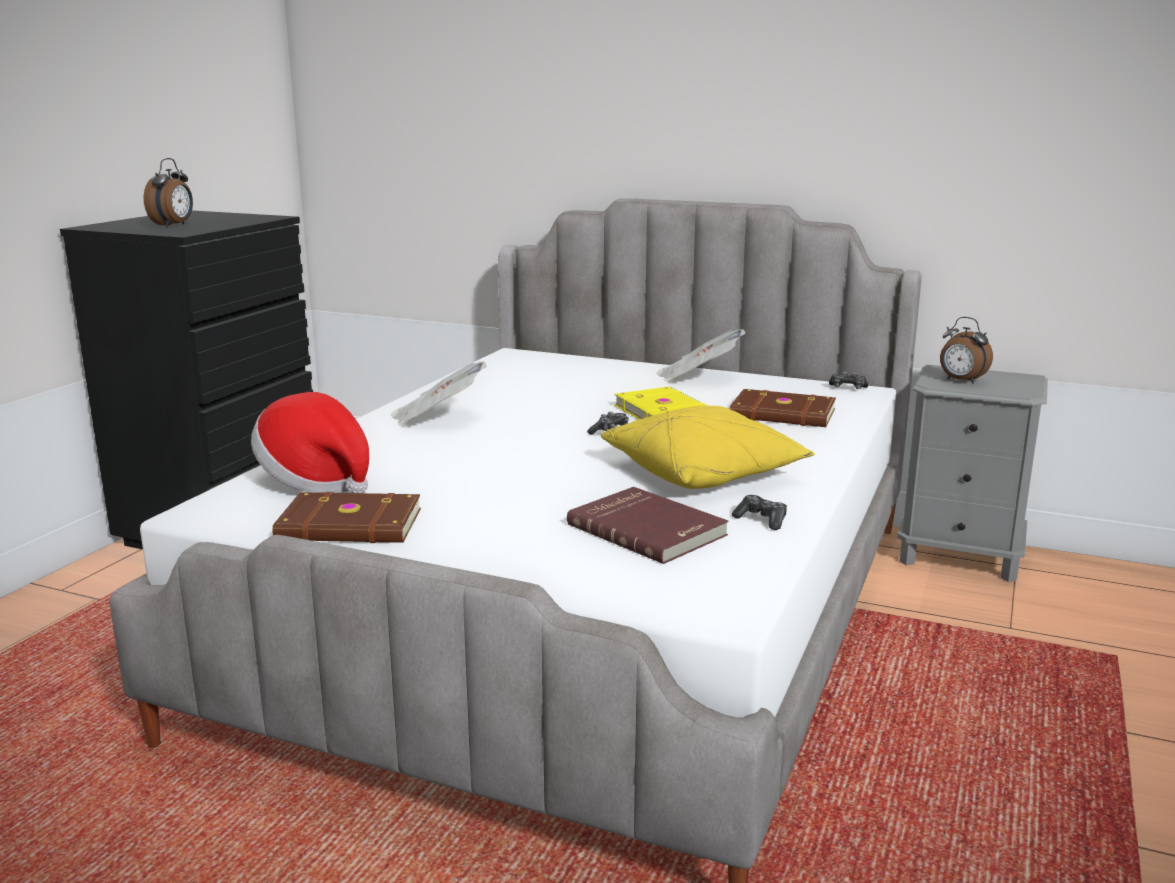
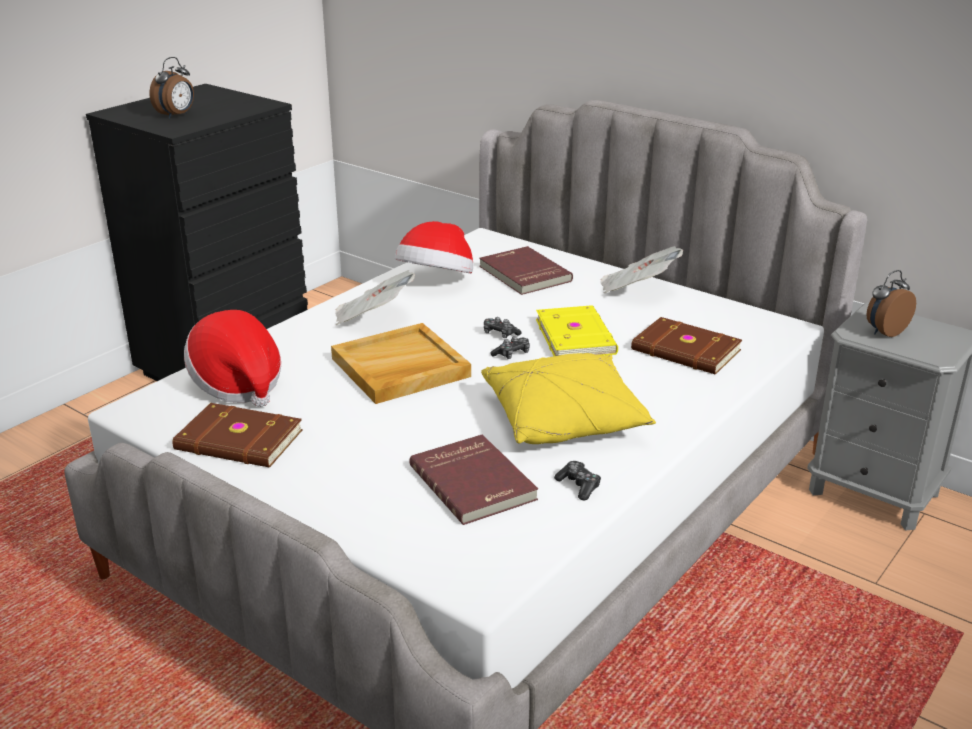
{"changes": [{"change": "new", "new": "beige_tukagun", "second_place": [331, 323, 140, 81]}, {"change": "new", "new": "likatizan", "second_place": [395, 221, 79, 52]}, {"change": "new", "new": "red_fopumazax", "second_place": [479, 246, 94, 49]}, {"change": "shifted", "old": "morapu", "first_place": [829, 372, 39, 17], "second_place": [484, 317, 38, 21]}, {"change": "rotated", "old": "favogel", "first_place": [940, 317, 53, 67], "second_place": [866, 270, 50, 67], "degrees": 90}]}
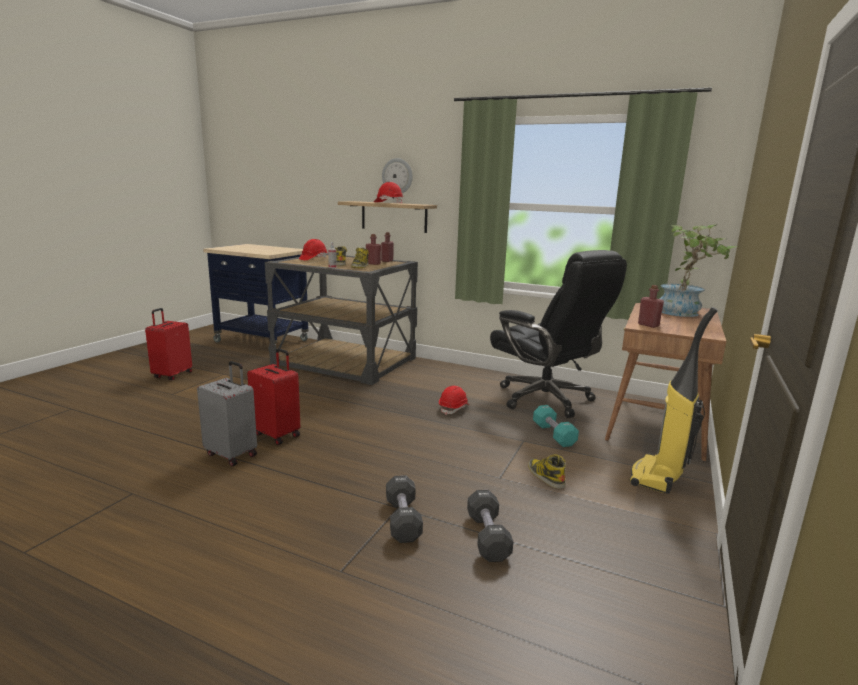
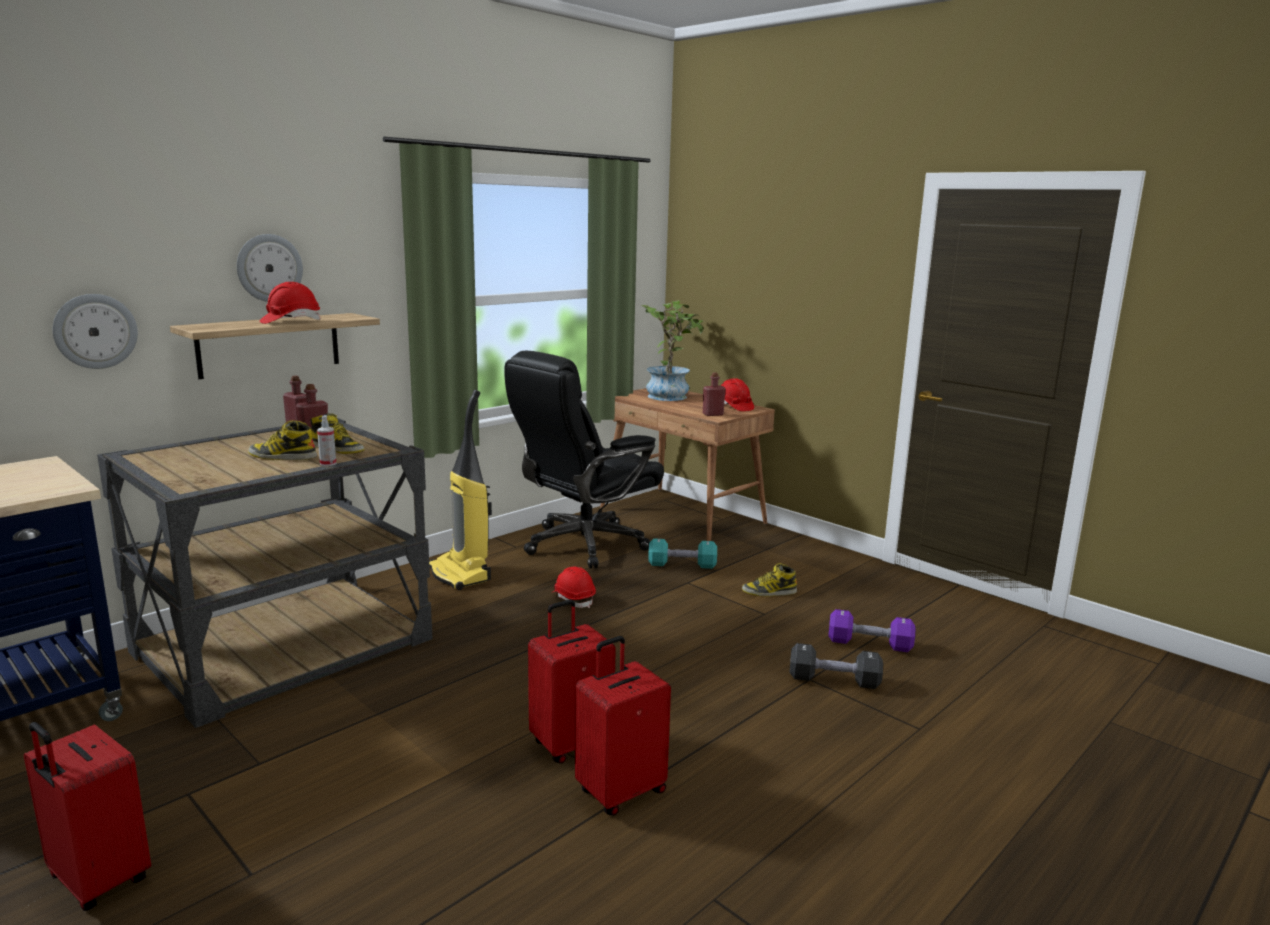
{"changes": [{"change": "new", "new": "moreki", "second_place": [53, 294, 85, 75]}, {"change": "shifted", "old": "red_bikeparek", "first_place": [299, 239, 29, 21], "second_place": [721, 378, 33, 33]}, {"change": "shifted", "old": "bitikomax", "first_place": [630, 307, 88, 187], "second_place": [429, 390, 63, 200]}, {"change": "repainted", "old": "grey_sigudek", "new": "red_sigudek", "first_place": [197, 361, 60, 105], "second_place": [575, 636, 96, 180]}, {"change": "repainted", "old": "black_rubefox", "new": "purple_rubefox", "first_place": [467, 490, 46, 72], "second_place": [828, 609, 87, 43]}, {"change": "rotated", "old": "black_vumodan", "first_place": [490, 250, 137, 168], "second_place": [504, 350, 160, 218], "degrees": 150}]}
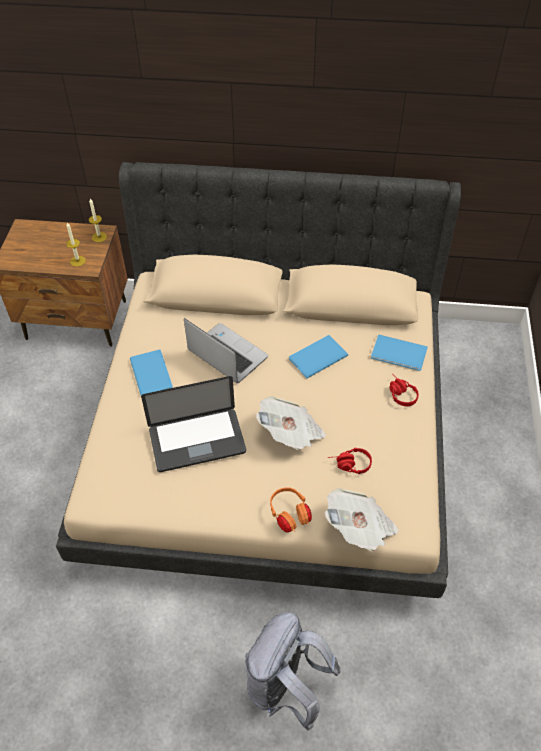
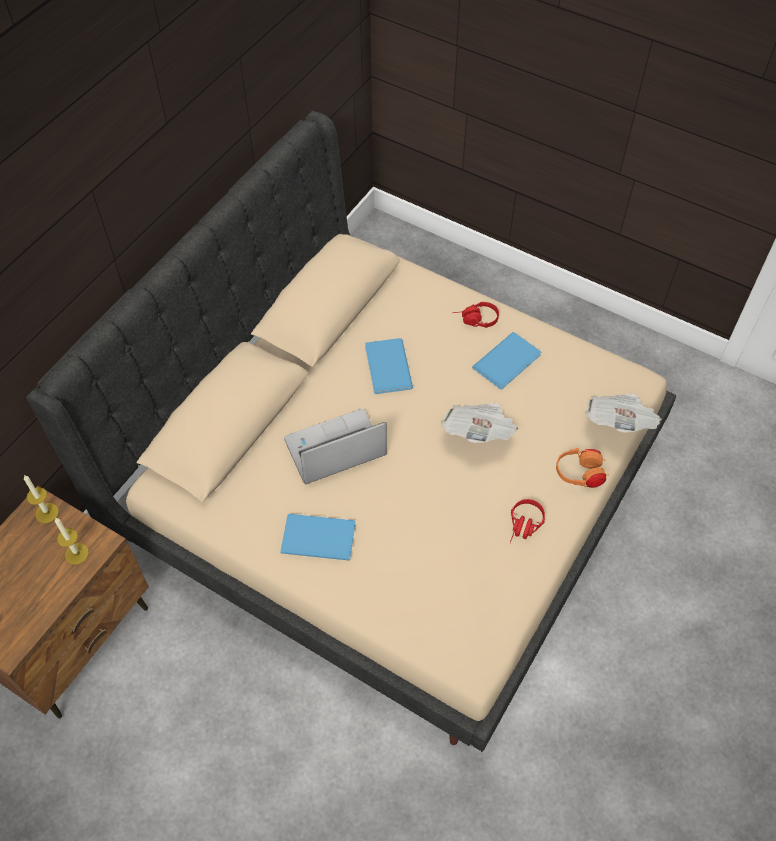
{"changes": [{"change": "gone", "old": "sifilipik", "first_place": [141, 376, 105, 96]}, {"change": "gone", "old": "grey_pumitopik", "first_place": [245, 612, 96, 119]}, {"change": "shifted", "old": "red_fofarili", "first_place": [327, 448, 45, 26], "second_place": [510, 499, 35, 44]}, {"change": "shifted", "old": "blue_fopumazax", "first_place": [371, 335, 57, 36], "second_place": [472, 332, 69, 58]}]}
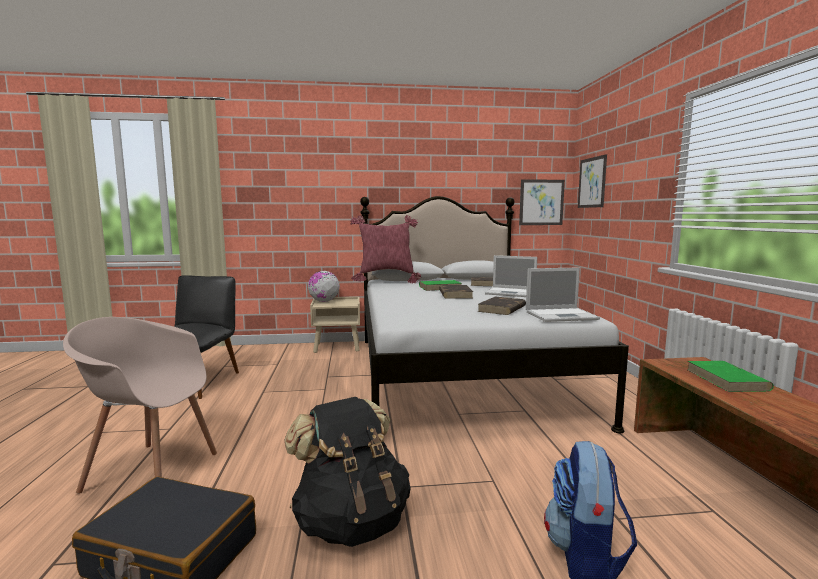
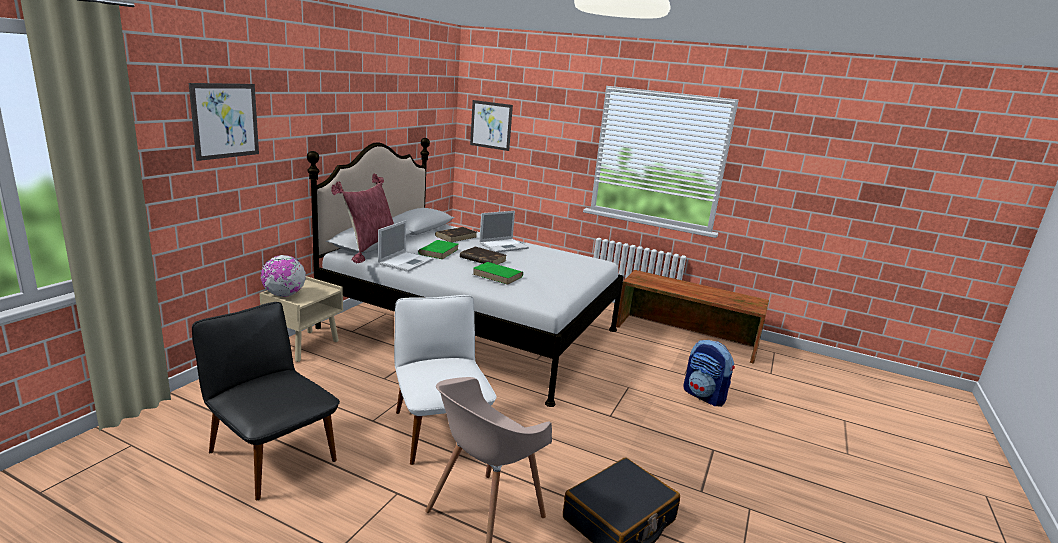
{"changes": [{"change": "gone", "old": "black_pumitopik", "first_place": [284, 397, 127, 150]}, {"change": "gone", "old": "brown_fopumazax", "first_place": [477, 296, 49, 19]}, {"change": "new", "new": "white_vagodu", "second_place": [394, 295, 102, 170]}, {"change": "shifted", "old": "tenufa", "first_place": [519, 179, 46, 46], "second_place": [189, 83, 70, 78]}, {"change": "shifted", "old": "sifilipik", "first_place": [526, 267, 74, 55], "second_place": [378, 220, 55, 52]}, {"change": "shifted", "old": "green_fopumazax", "first_place": [688, 361, 86, 31], "second_place": [473, 262, 50, 23]}]}
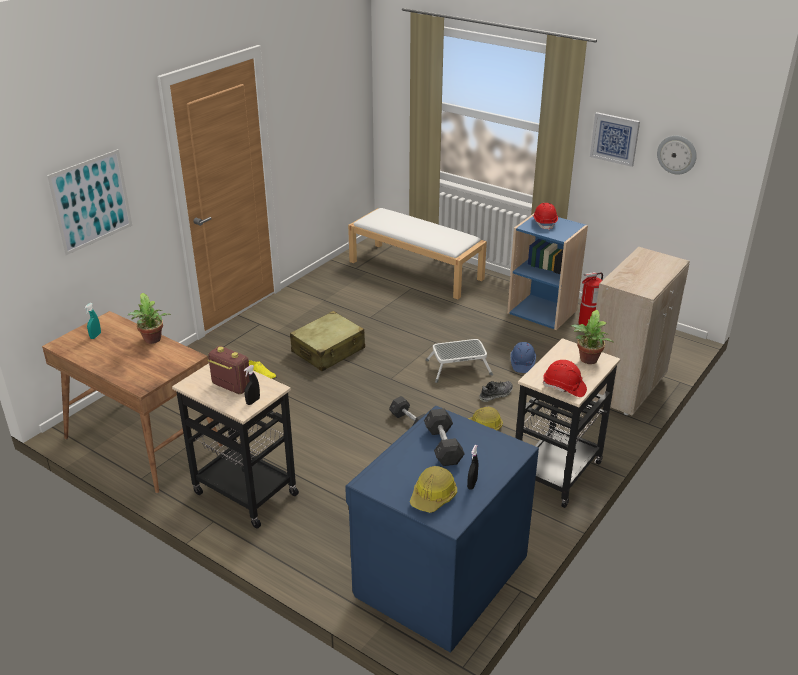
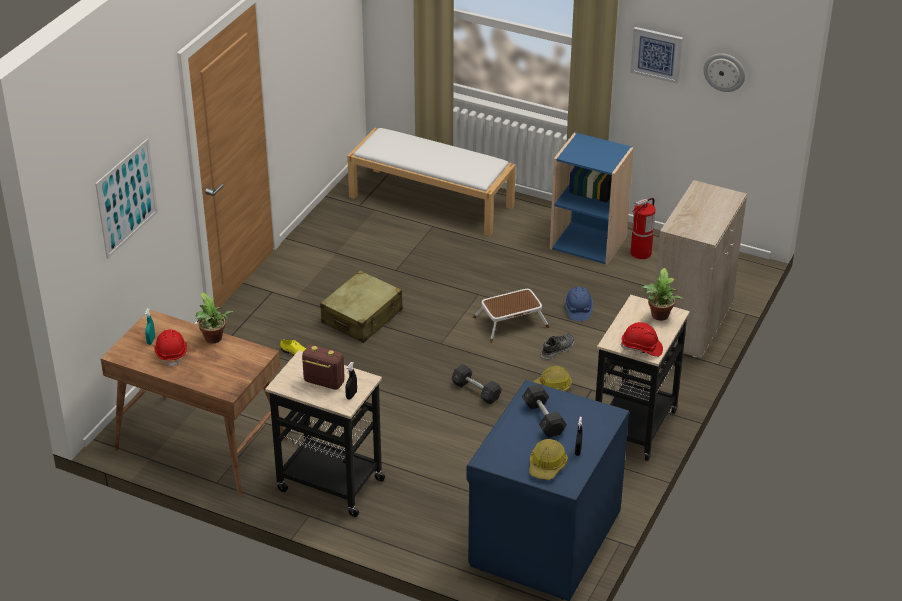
{"changes": [{"change": "shifted", "old": "red_bikeparek", "first_place": [533, 203, 25, 27], "second_place": [154, 329, 33, 38]}, {"change": "repainted", "old": "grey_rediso", "new": "brown_rediso", "first_place": [425, 339, 68, 44], "second_place": [473, 289, 77, 54]}]}
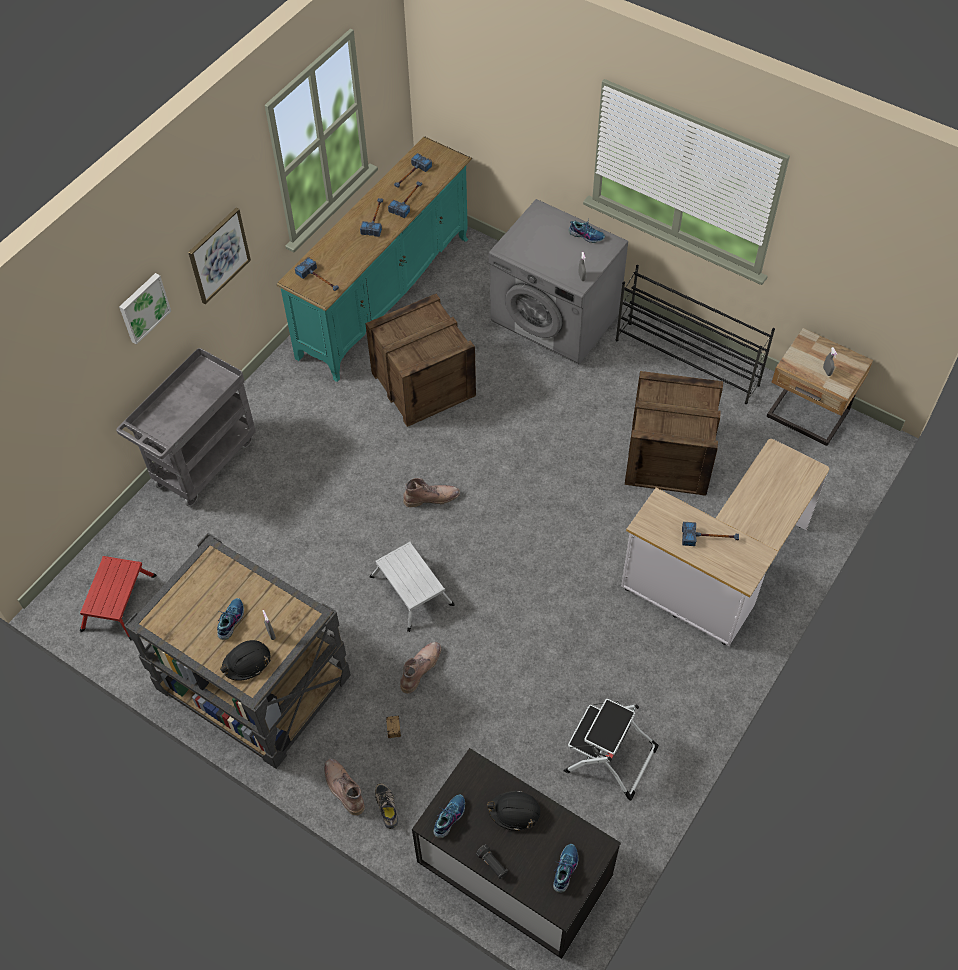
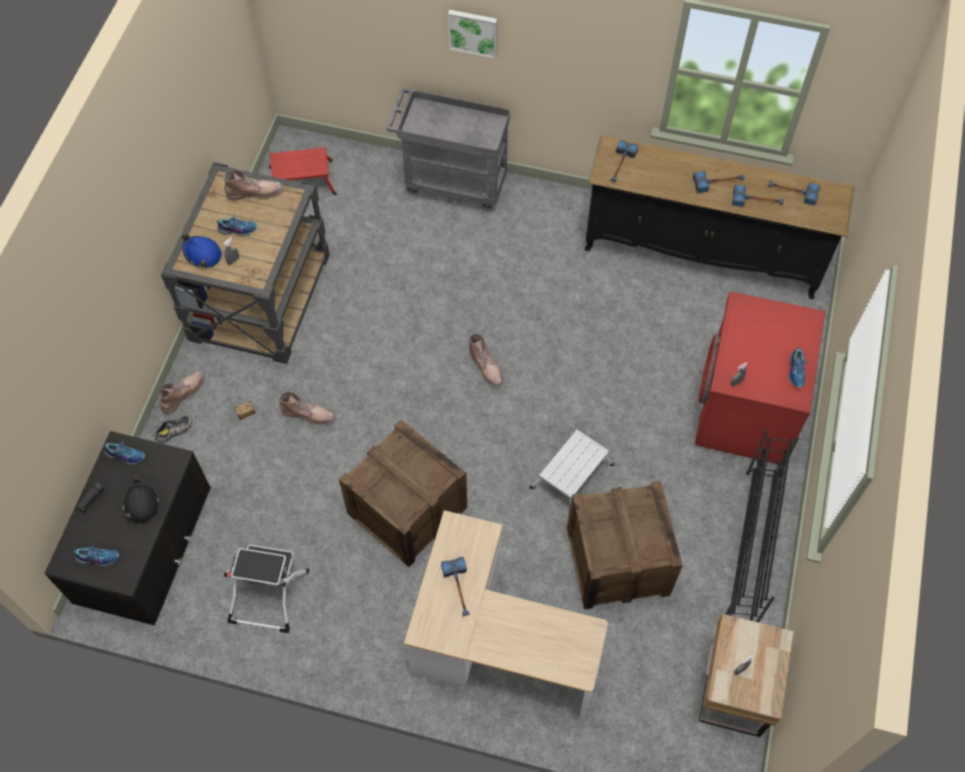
{"changes": [{"change": "gone", "old": "tenufa", "first_place": [188, 208, 63, 96]}, {"change": "new", "new": "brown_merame", "second_place": [224, 169, 60, 32]}, {"change": "shifted", "old": "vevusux", "first_place": [366, 294, 110, 133], "second_place": [339, 420, 128, 147]}, {"change": "shifted", "old": "white_rediso", "first_place": [369, 542, 86, 90], "second_place": [530, 429, 85, 77]}, {"change": "repainted", "old": "black_bikeparek", "new": "blue_bikeparek", "first_place": [220, 640, 51, 41], "second_place": [182, 234, 40, 34]}, {"change": "repainted", "old": "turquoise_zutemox", "new": "black_zutemox", "first_place": [276, 137, 196, 245], "second_place": [585, 136, 270, 163]}, {"change": "repainted", "old": "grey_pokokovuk", "new": "red_pokokovuk", "first_place": [489, 199, 139, 165], "second_place": [695, 292, 130, 173]}]}
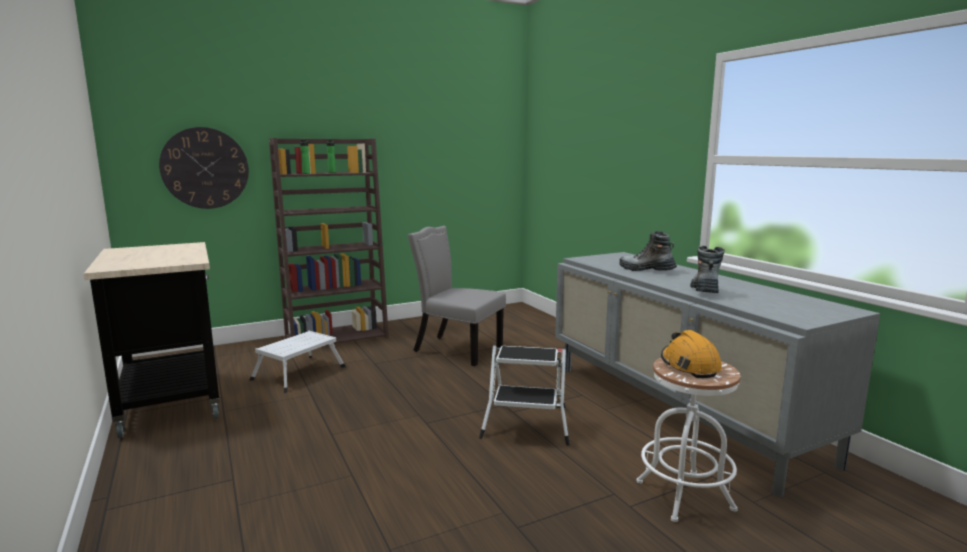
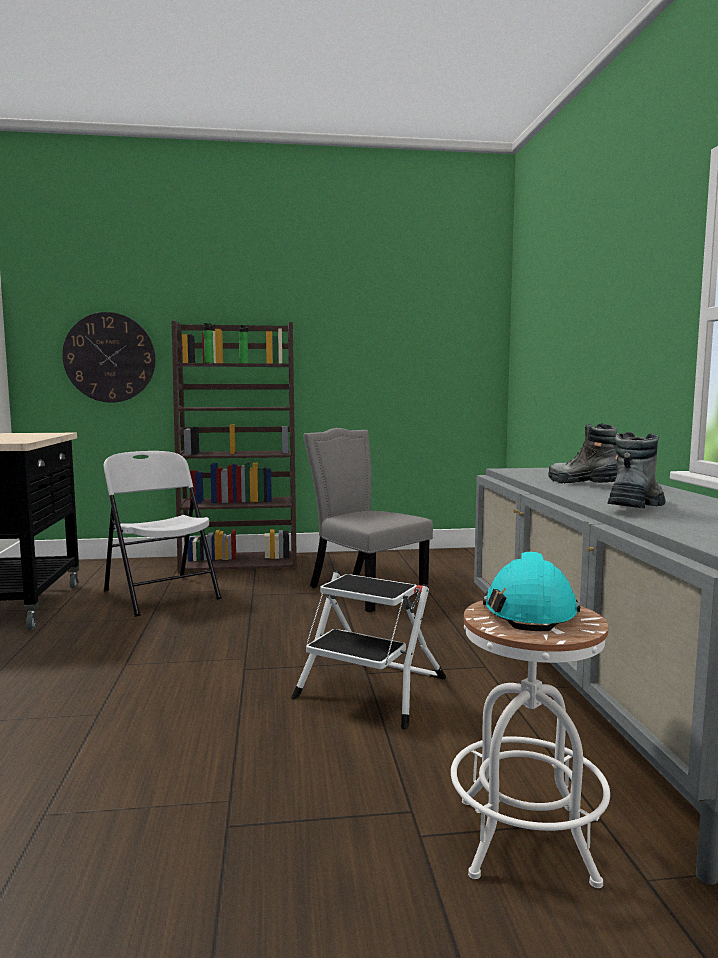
{"changes": [{"change": "swapped", "old": "white_rediso", "new": "white_vagodu", "first_place": [249, 331, 97, 62], "second_place": [104, 451, 118, 166]}, {"change": "repainted", "old": "orange_bikeparek", "new": "turquoise_bikeparek", "first_place": [661, 330, 61, 48], "second_place": [483, 552, 98, 79]}]}
